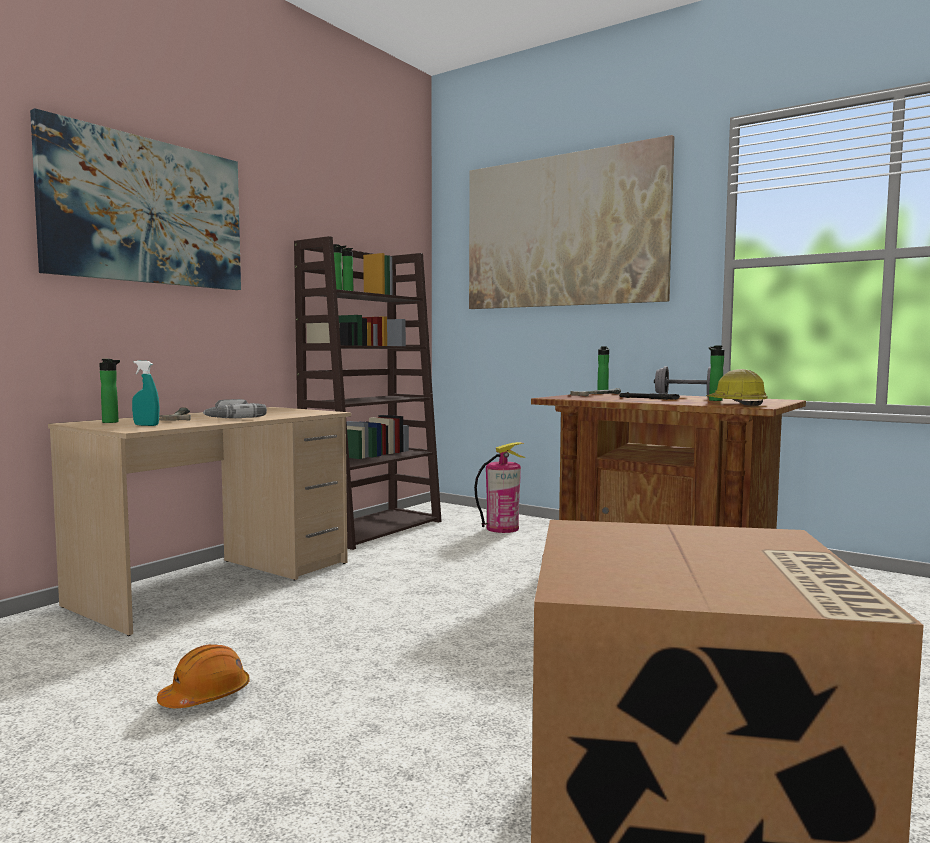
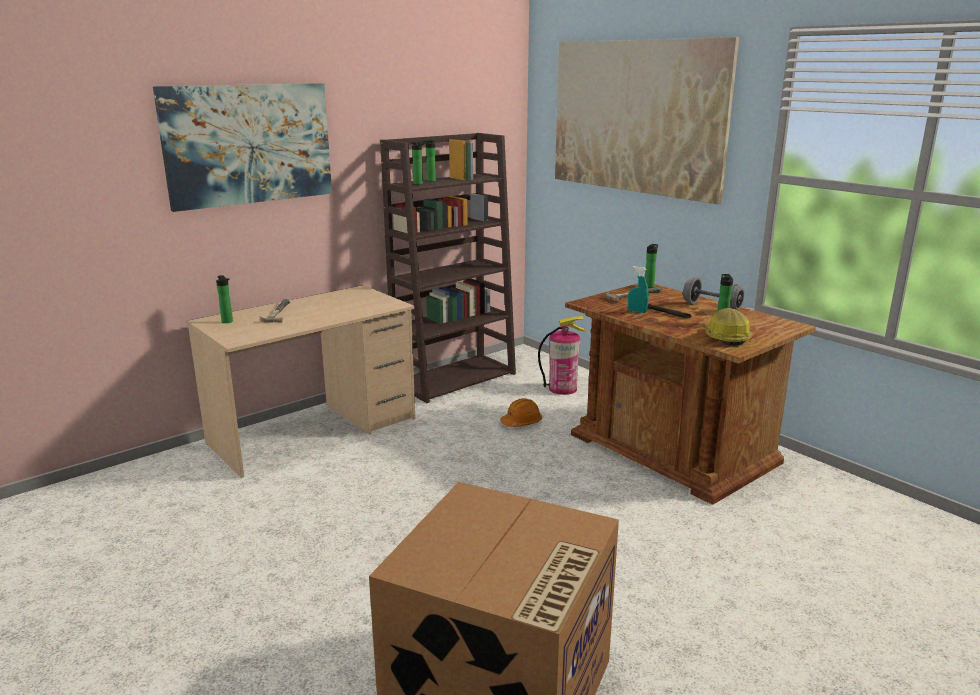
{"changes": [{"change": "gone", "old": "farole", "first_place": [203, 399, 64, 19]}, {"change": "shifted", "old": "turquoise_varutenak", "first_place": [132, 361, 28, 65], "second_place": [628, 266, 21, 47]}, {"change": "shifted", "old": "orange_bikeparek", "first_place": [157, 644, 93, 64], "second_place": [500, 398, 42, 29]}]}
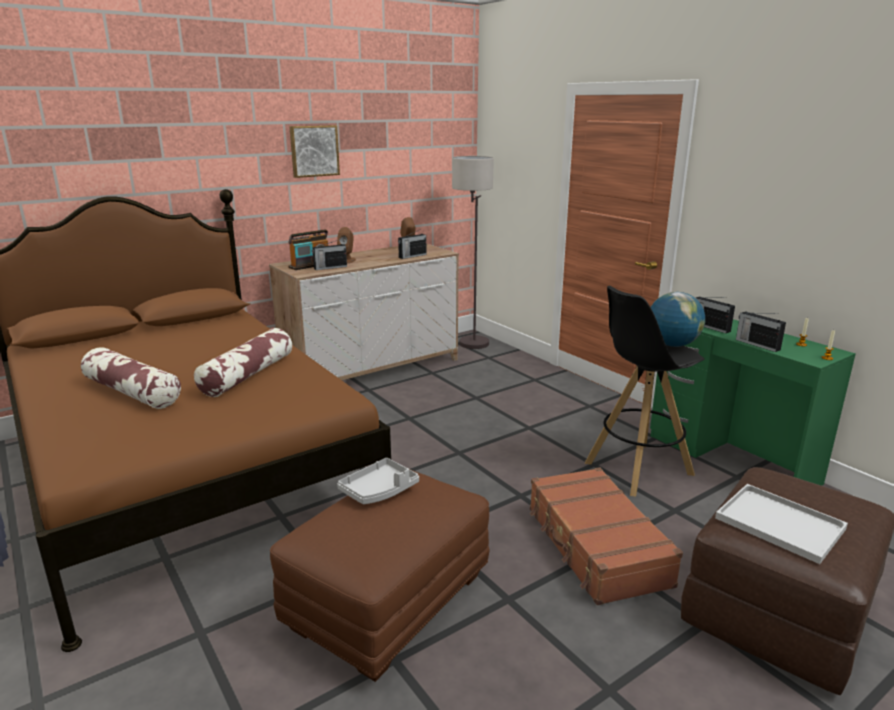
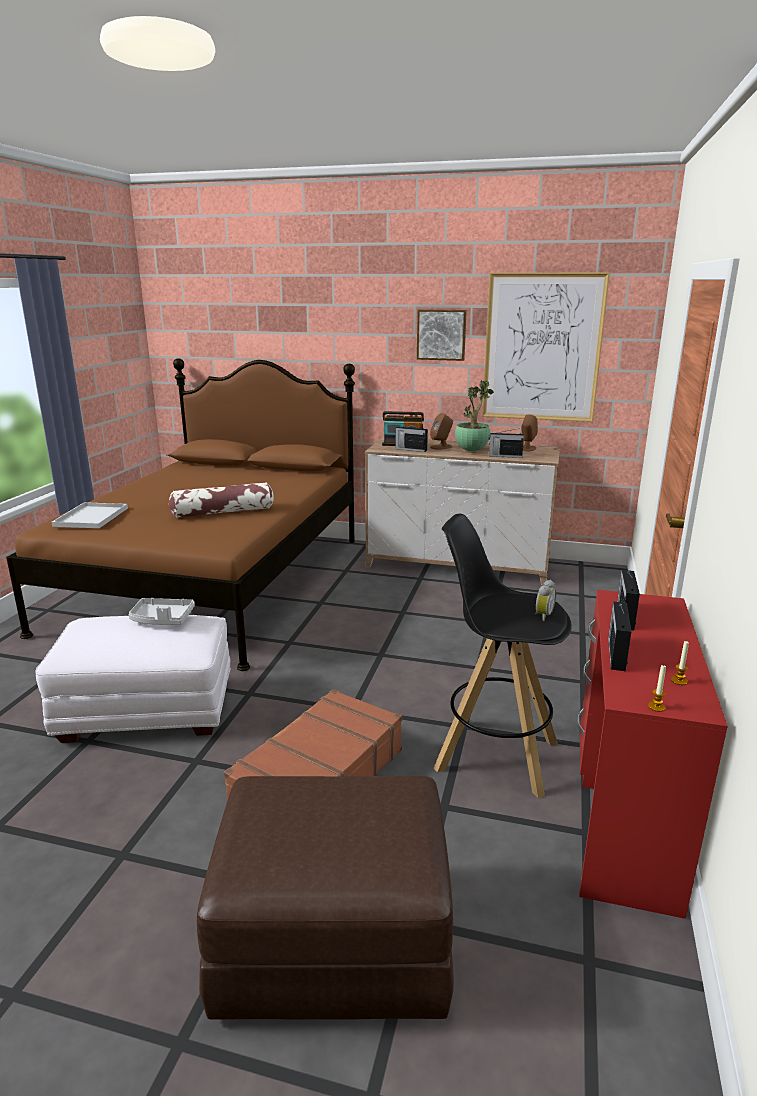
{"changes": [{"change": "gone", "old": "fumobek", "first_place": [81, 347, 100, 62]}, {"change": "gone", "old": "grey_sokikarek", "first_place": [452, 156, 42, 193]}, {"change": "new", "new": "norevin", "second_place": [455, 380, 39, 71]}, {"change": "new", "new": "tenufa", "second_place": [482, 273, 128, 149]}, {"change": "shifted", "old": "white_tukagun", "first_place": [715, 484, 133, 80], "second_place": [51, 502, 77, 26]}, {"change": "swapped", "old": "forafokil", "new": "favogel", "first_place": [651, 292, 54, 55], "second_place": [535, 580, 21, 41]}, {"change": "repainted", "old": "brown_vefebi", "new": "white_vefebi", "first_place": [270, 470, 220, 212], "second_place": [35, 615, 196, 128]}, {"change": "repainted", "old": "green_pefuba", "new": "red_pefuba", "first_place": [650, 319, 206, 167], "second_place": [577, 590, 151, 329]}]}
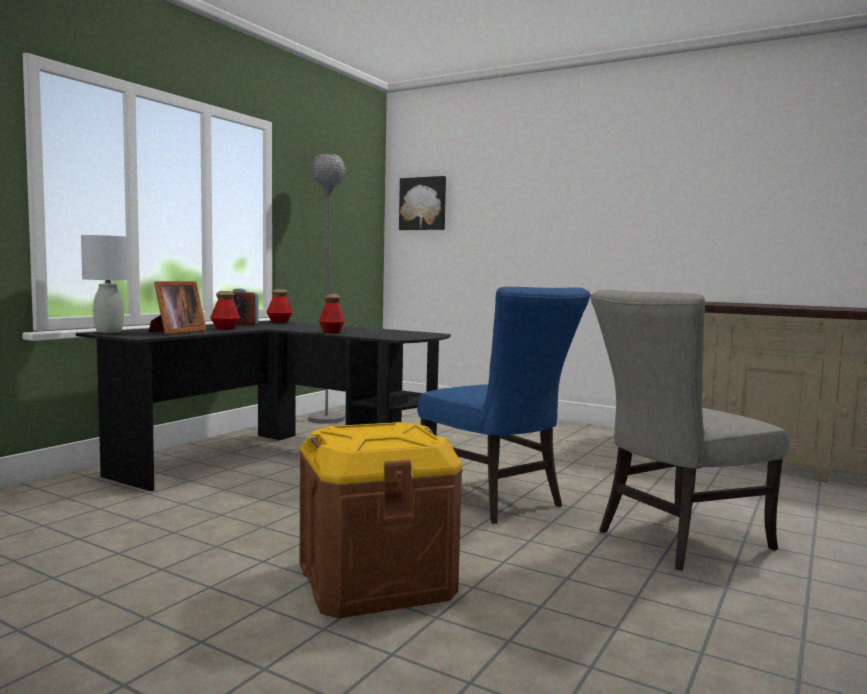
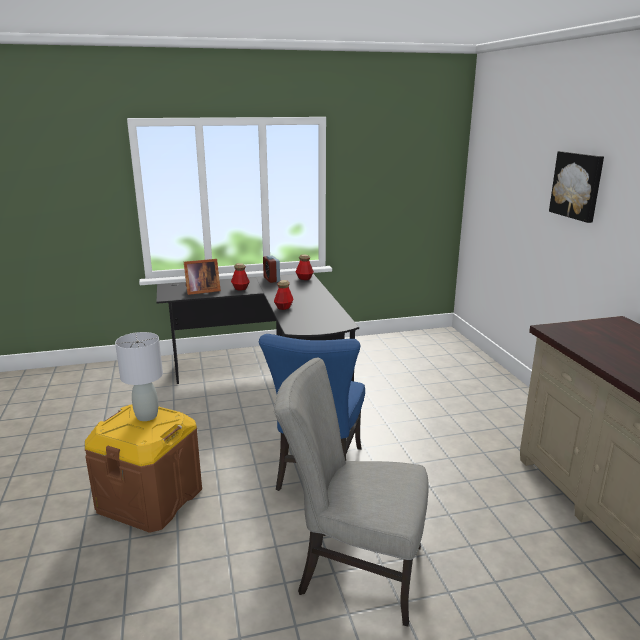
{"changes": [{"change": "gone", "old": "grey_sokikarek", "first_place": [308, 154, 38, 270]}, {"change": "shifted", "old": "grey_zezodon", "first_place": [81, 235, 52, 98], "second_place": [115, 332, 48, 89]}, {"change": "shifted", "old": "tenufa", "first_place": [399, 176, 47, 54], "second_place": [549, 151, 55, 72]}]}
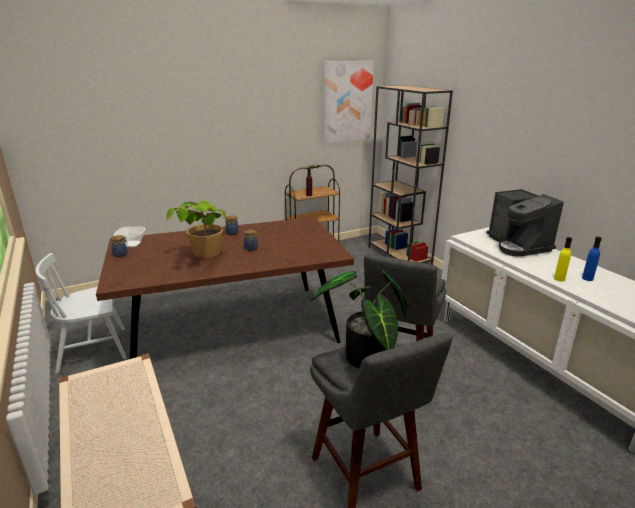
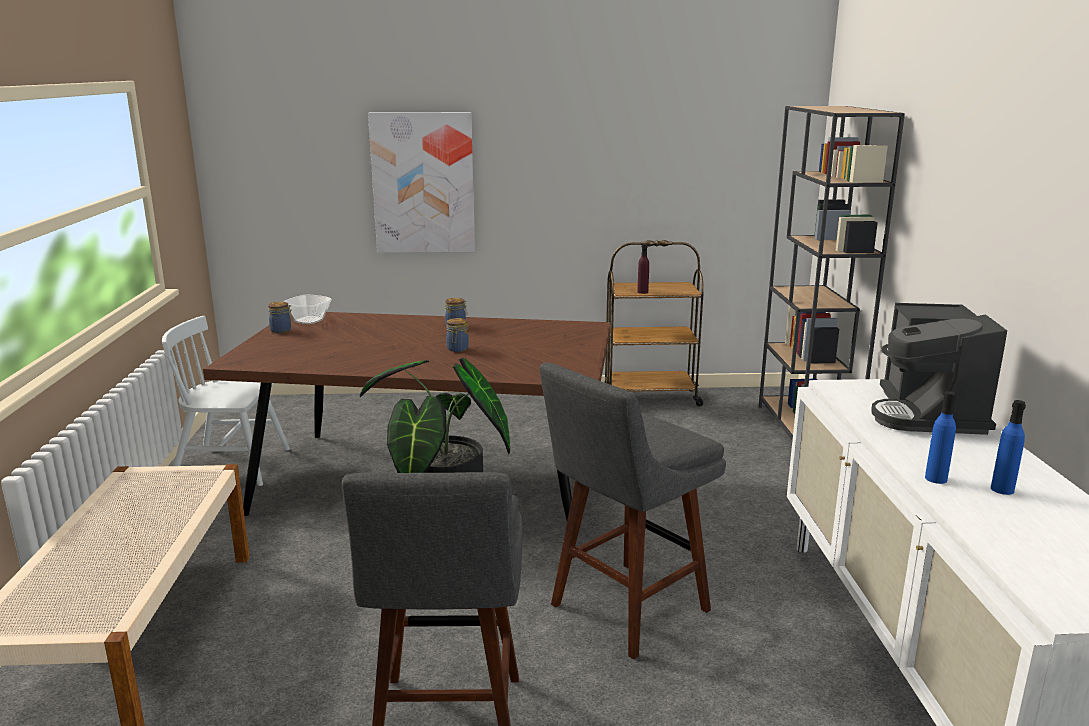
{"changes": [{"change": "gone", "old": "norevin", "first_place": [166, 200, 61, 58]}, {"change": "shifted", "old": "tenufa", "first_place": [323, 61, 51, 82], "second_place": [368, 112, 107, 141]}, {"change": "repainted", "old": "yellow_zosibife", "new": "blue_zosibife", "first_place": [554, 237, 18, 45], "second_place": [925, 391, 31, 93]}]}
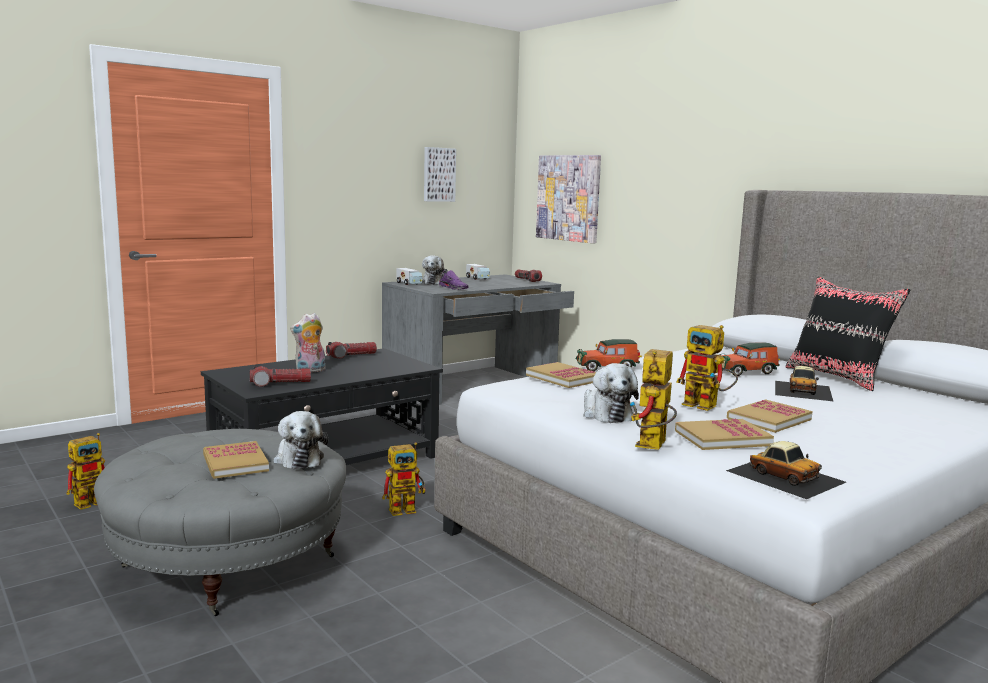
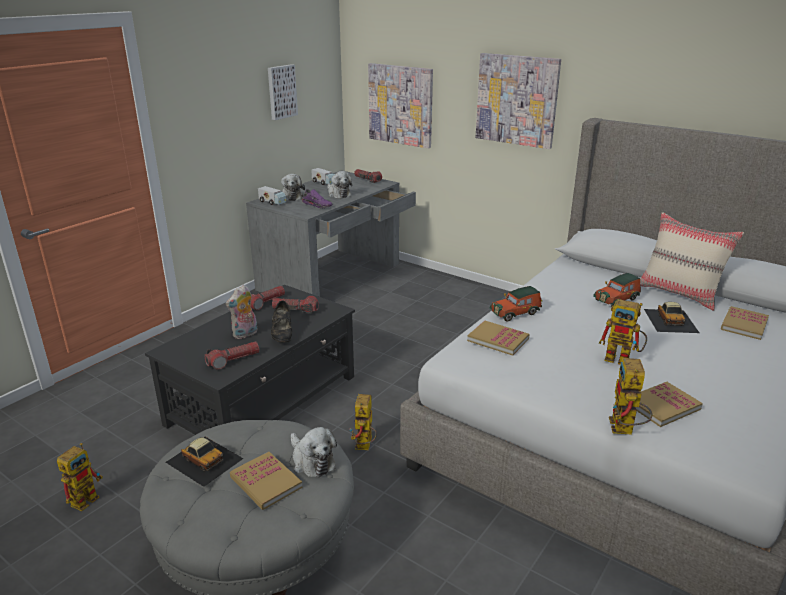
{"changes": [{"change": "new", "new": "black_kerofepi", "second_place": [271, 301, 21, 41]}, {"change": "new", "new": "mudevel", "second_place": [272, 296, 47, 18]}, {"change": "new", "new": "tenufa", "second_place": [475, 53, 86, 96]}, {"change": "shifted", "old": "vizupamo", "first_place": [584, 363, 55, 60], "second_place": [327, 171, 25, 28]}, {"change": "shifted", "old": "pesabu", "first_place": [726, 441, 120, 58], "second_place": [166, 437, 78, 50]}, {"change": "shifted", "old": "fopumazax", "first_place": [727, 399, 85, 34], "second_place": [721, 306, 48, 34]}, {"change": "repainted", "old": "black_fumobek", "new": "beige_fumobek", "first_place": [785, 277, 126, 114], "second_place": [640, 212, 104, 99]}, {"change": "rotated", "old": "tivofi", "first_place": [382, 442, 44, 74], "second_place": [350, 394, 27, 56], "degrees": 135}]}
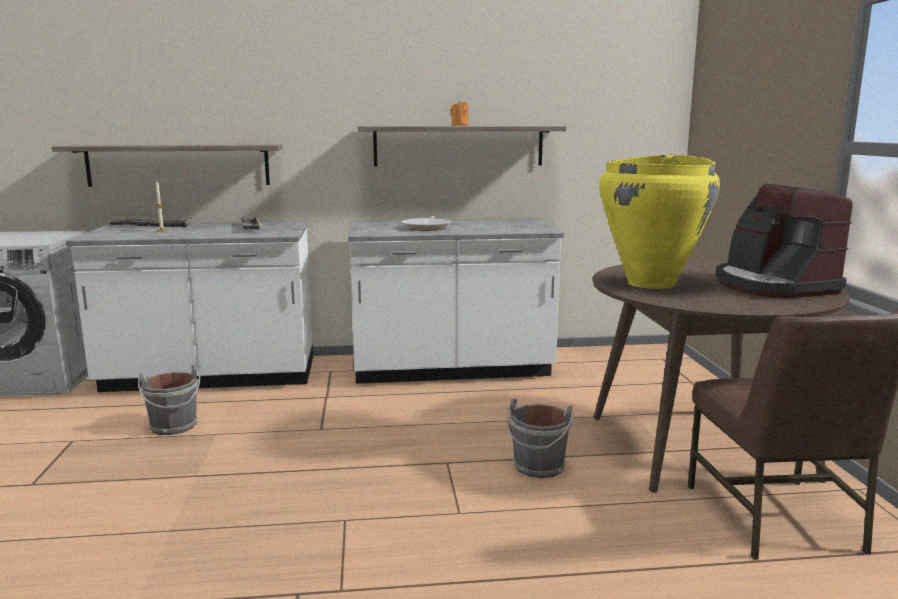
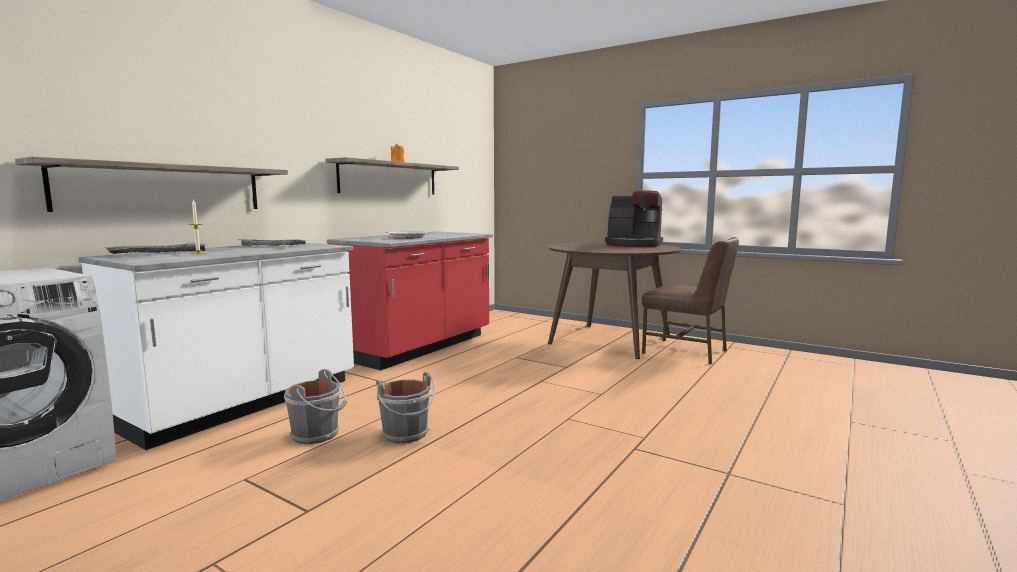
{"changes": [{"change": "gone", "old": "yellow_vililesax", "first_place": [599, 154, 121, 135]}, {"change": "shifted", "old": "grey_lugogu", "first_place": [506, 399, 68, 79], "second_place": [376, 372, 59, 71]}, {"change": "repainted", "old": "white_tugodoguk", "new": "red_tugodoguk", "first_place": [348, 218, 216, 166], "second_place": [327, 232, 166, 138]}]}
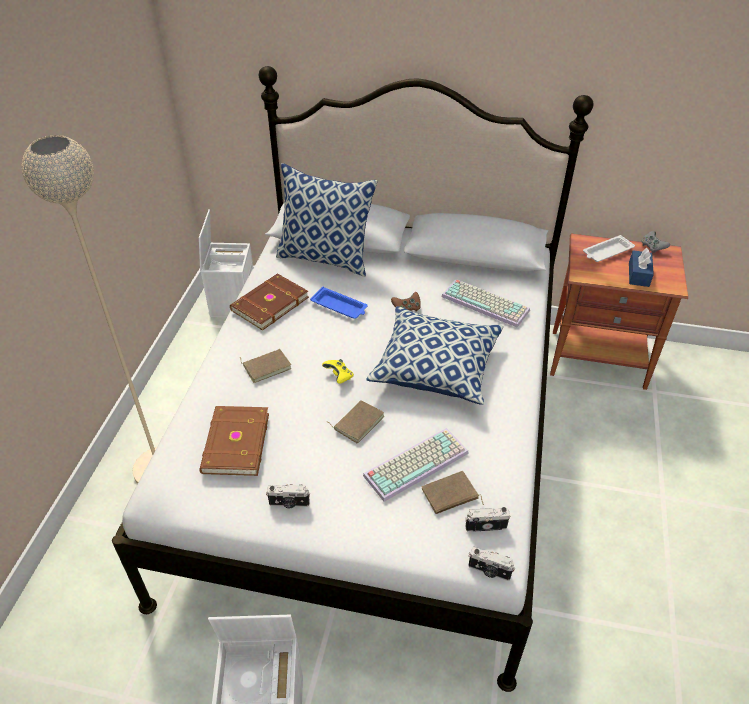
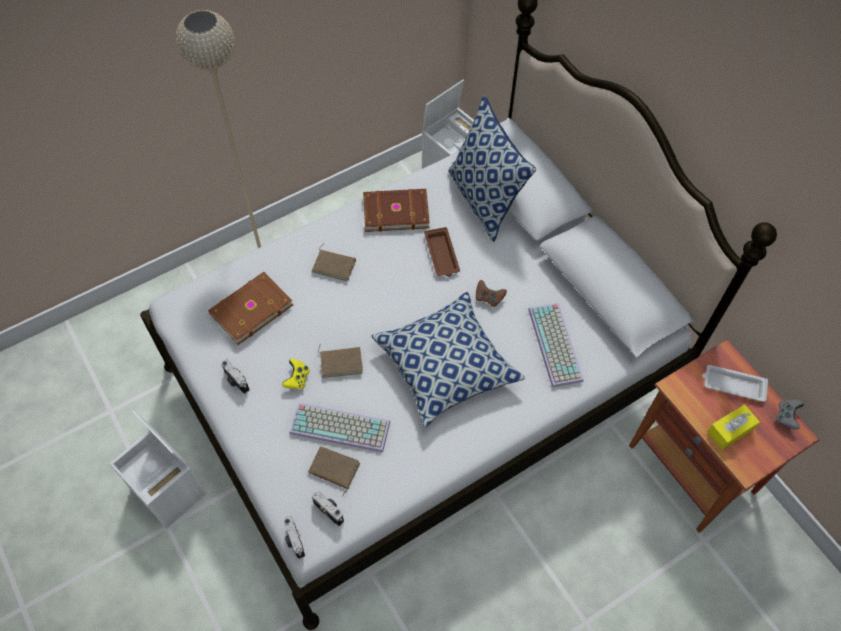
{"changes": [{"change": "shifted", "old": "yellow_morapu", "first_place": [322, 359, 32, 25], "second_place": [282, 359, 28, 30]}, {"change": "repainted", "old": "blue_tukagun", "new": "brown_tukagun", "first_place": [310, 287, 58, 32], "second_place": [424, 227, 36, 50]}, {"change": "repainted", "old": "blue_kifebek", "new": "yellow_kifebek", "first_place": [629, 248, 25, 39], "second_place": [707, 404, 53, 46]}]}
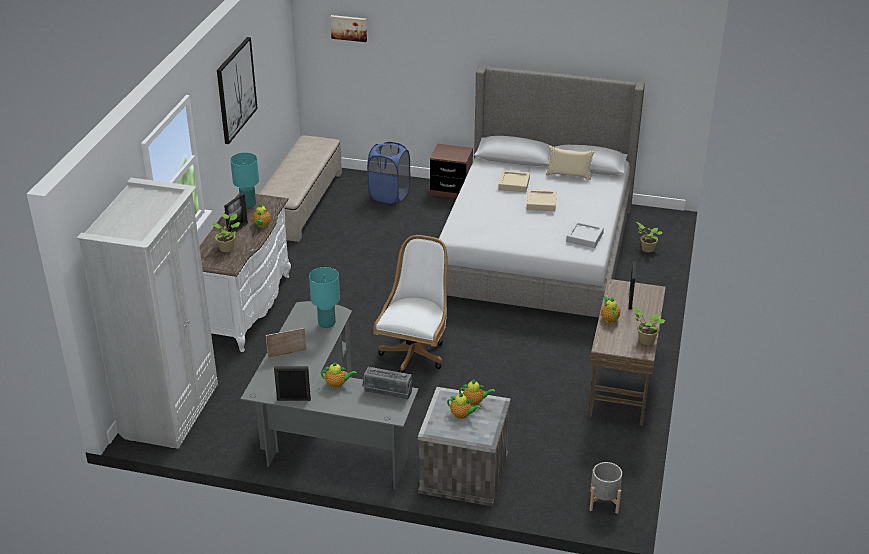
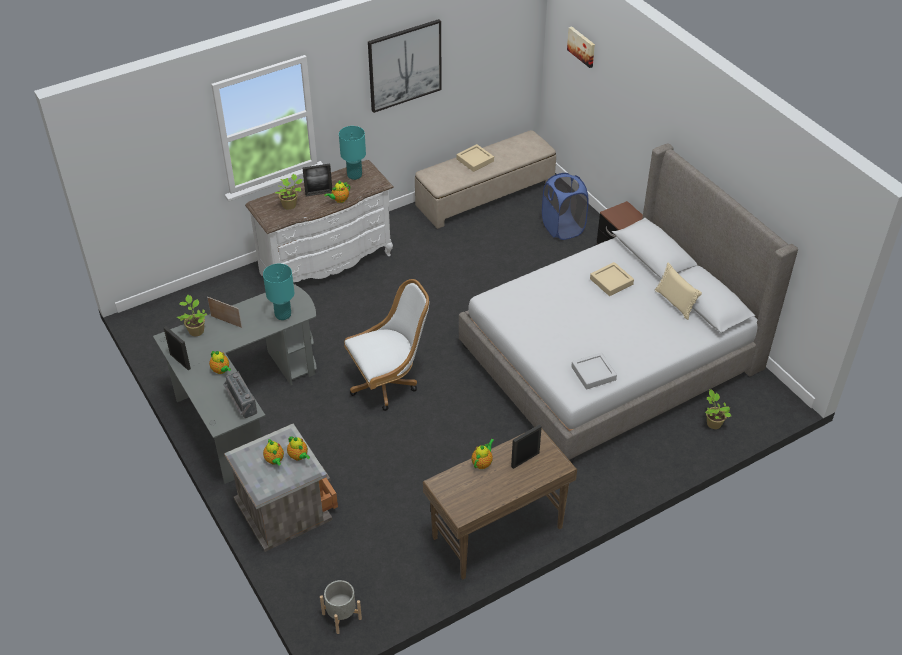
{"changes": [{"change": "gone", "old": "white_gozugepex", "first_place": [77, 178, 141, 271]}, {"change": "shifted", "old": "beige_tukagun", "first_place": [527, 189, 29, 22], "second_place": [456, 144, 38, 28]}, {"change": "shifted", "old": "norevin", "first_place": [632, 306, 33, 39], "second_place": [177, 295, 30, 41]}]}
